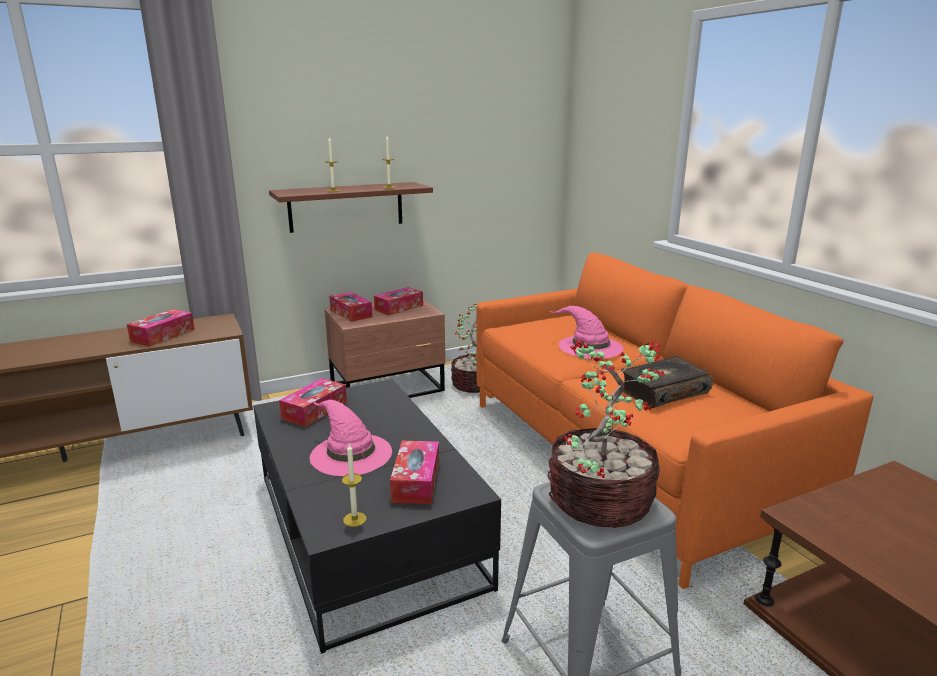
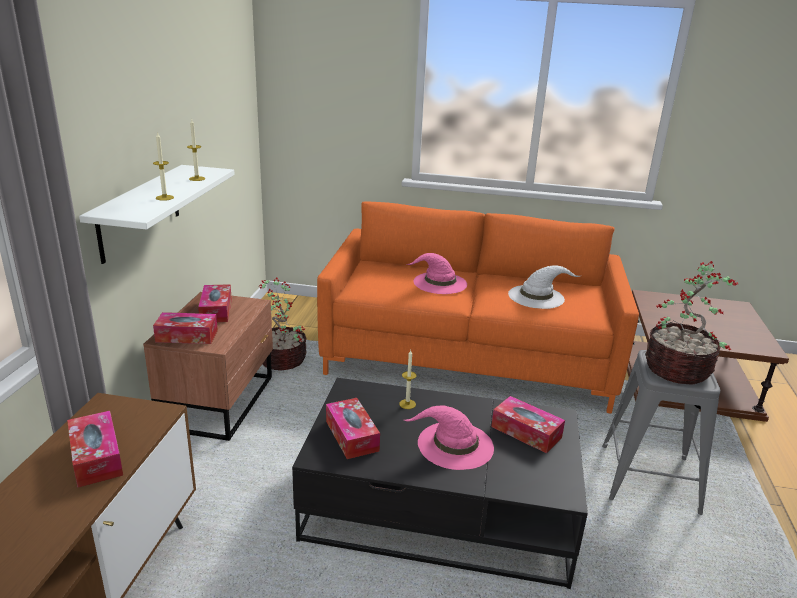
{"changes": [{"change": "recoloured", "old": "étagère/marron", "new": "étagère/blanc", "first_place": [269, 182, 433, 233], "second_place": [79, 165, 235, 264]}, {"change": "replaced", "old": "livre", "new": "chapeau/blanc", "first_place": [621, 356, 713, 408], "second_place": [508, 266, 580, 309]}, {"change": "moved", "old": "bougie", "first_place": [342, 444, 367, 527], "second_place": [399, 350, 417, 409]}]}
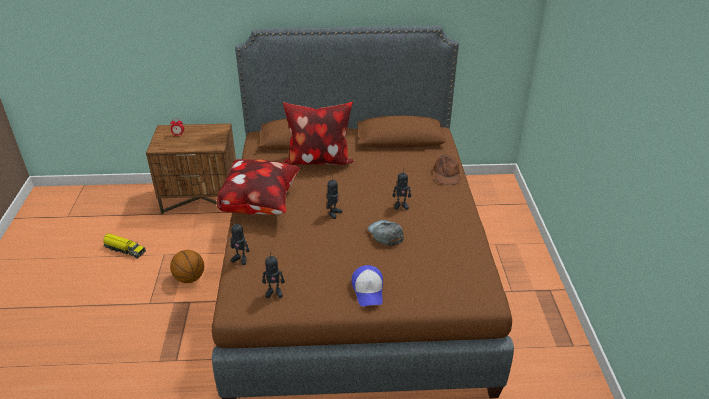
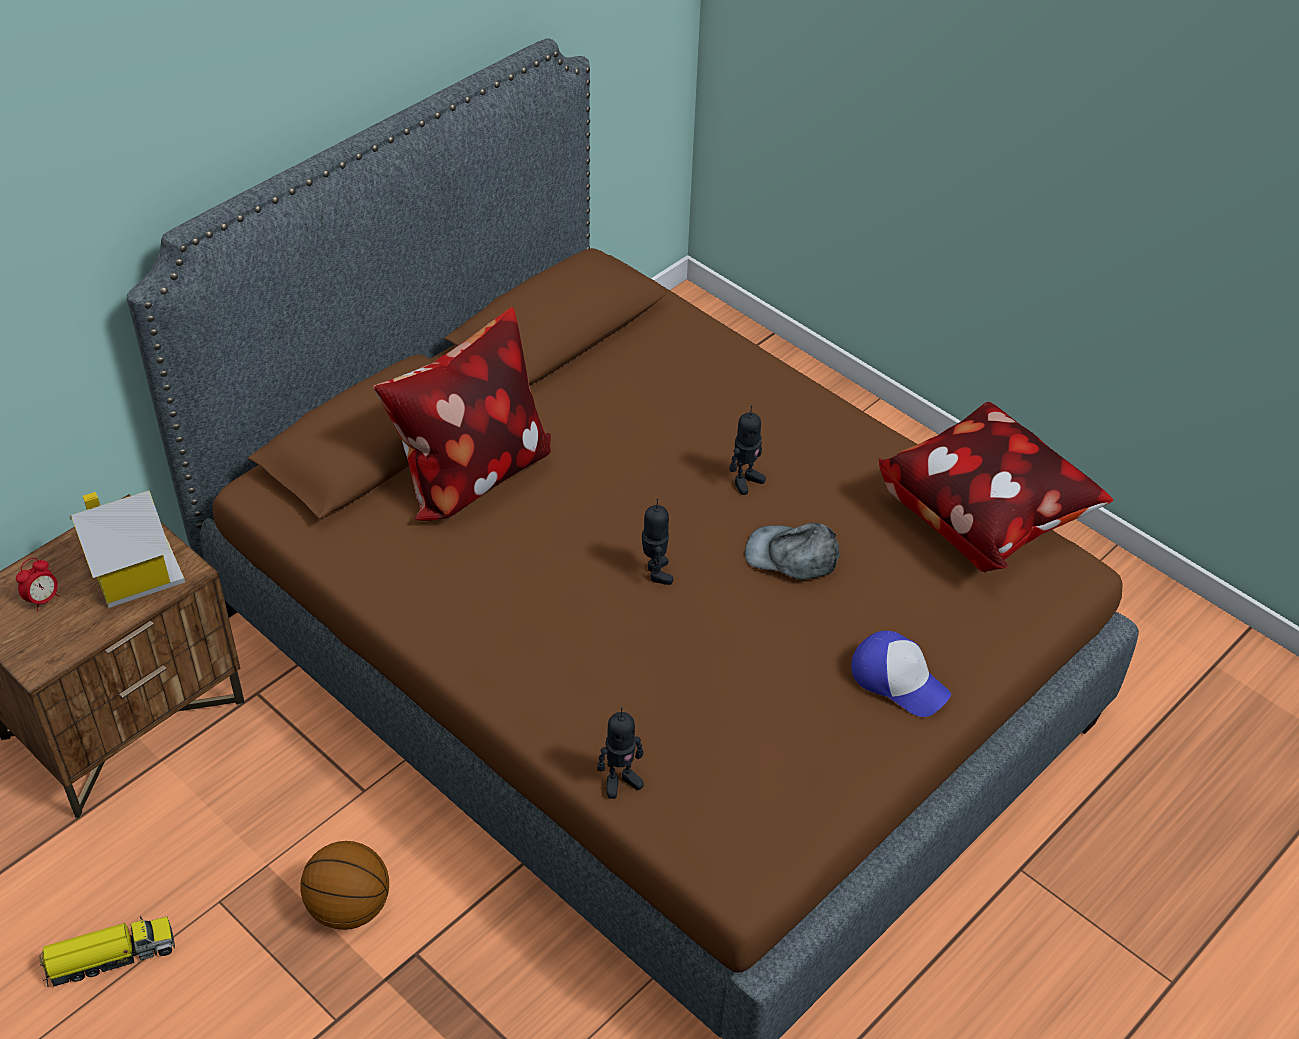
{"changes": [{"change": "removed", "old": "casquette/marron", "first_place": [433, 155, 460, 185]}, {"change": "moved", "old": "coussin", "first_place": [217, 159, 300, 215], "second_place": [878, 402, 1113, 572]}, {"change": "removed", "old": "robot jouet", "first_place": [262, 252, 285, 298]}, {"change": "added", "new": "maison miniature", "second_place": [69, 490, 185, 608]}]}
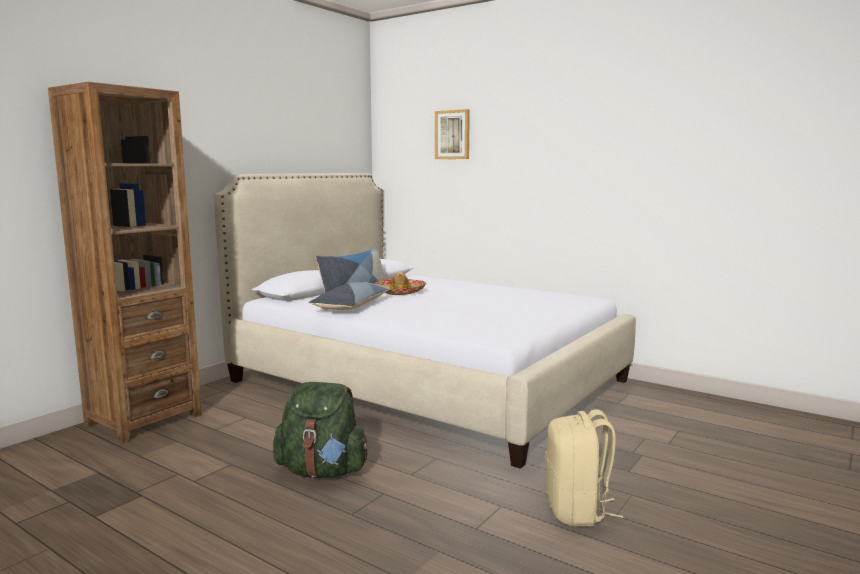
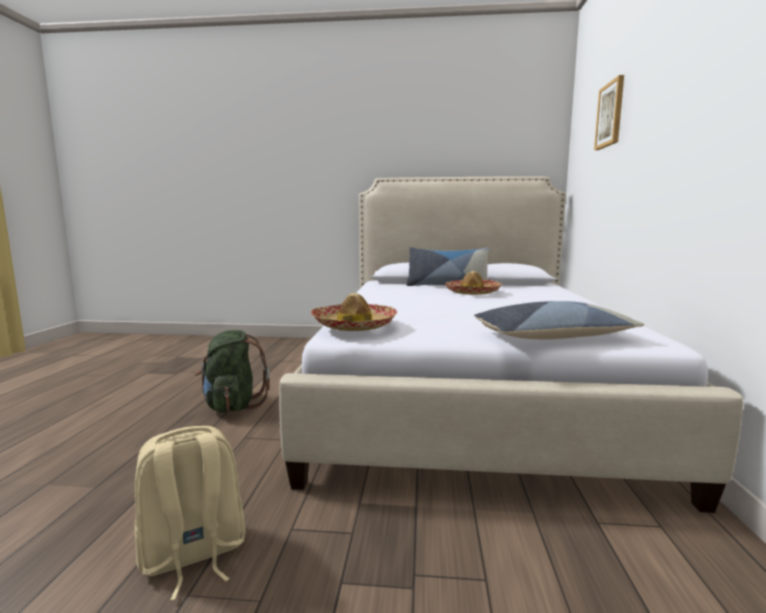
{"changes": [{"change": "removed", "old": "bibliothèque/marron", "first_place": [48, 82, 202, 443]}, {"change": "moved", "old": "coussin", "first_place": [309, 282, 391, 310], "second_place": [474, 301, 644, 339]}, {"change": "added", "new": "chapeau", "second_place": [311, 293, 397, 331]}]}
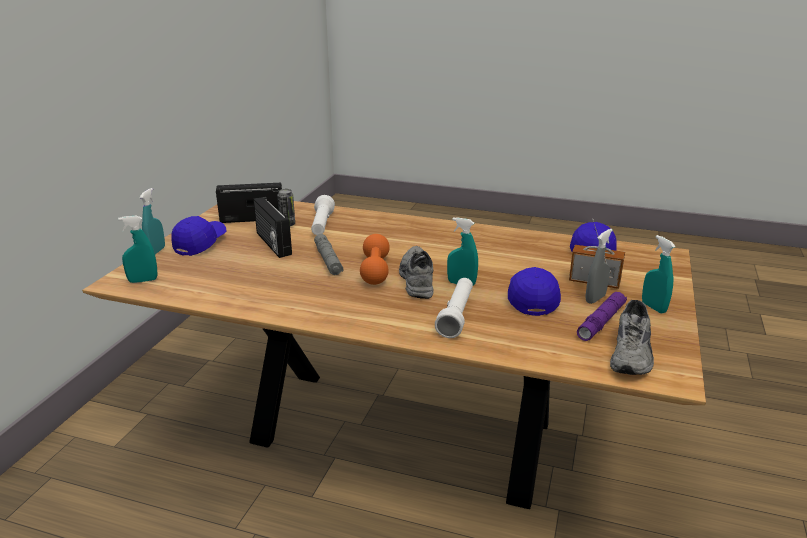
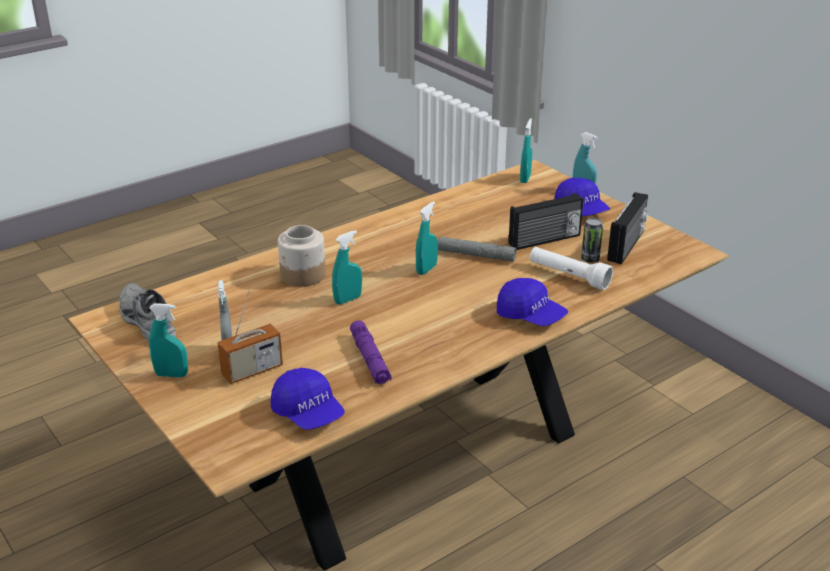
{"changes": [{"change": "turned", "old": "radio", "first_place": [253, 197, 292, 258], "second_place": [509, 193, 584, 250], "degrees": 150}, {"change": "replaced", "old": "haltère/orange", "new": "vaporisateur/turquoise", "first_place": [360, 234, 390, 285], "second_place": [416, 201, 438, 275]}, {"change": "removed", "old": "chaussure/gris", "first_place": [399, 246, 433, 299]}, {"change": "moved", "old": "casquette/bleu", "first_place": [508, 267, 561, 316], "second_place": [497, 278, 568, 326]}, {"change": "replaced", "old": "lampe de poche/blanc", "new": "bocal", "first_place": [435, 278, 473, 338], "second_place": [278, 225, 326, 287]}, {"change": "moved", "old": "lampe de poche/violet", "first_place": [577, 292, 627, 341], "second_place": [350, 320, 392, 384]}]}
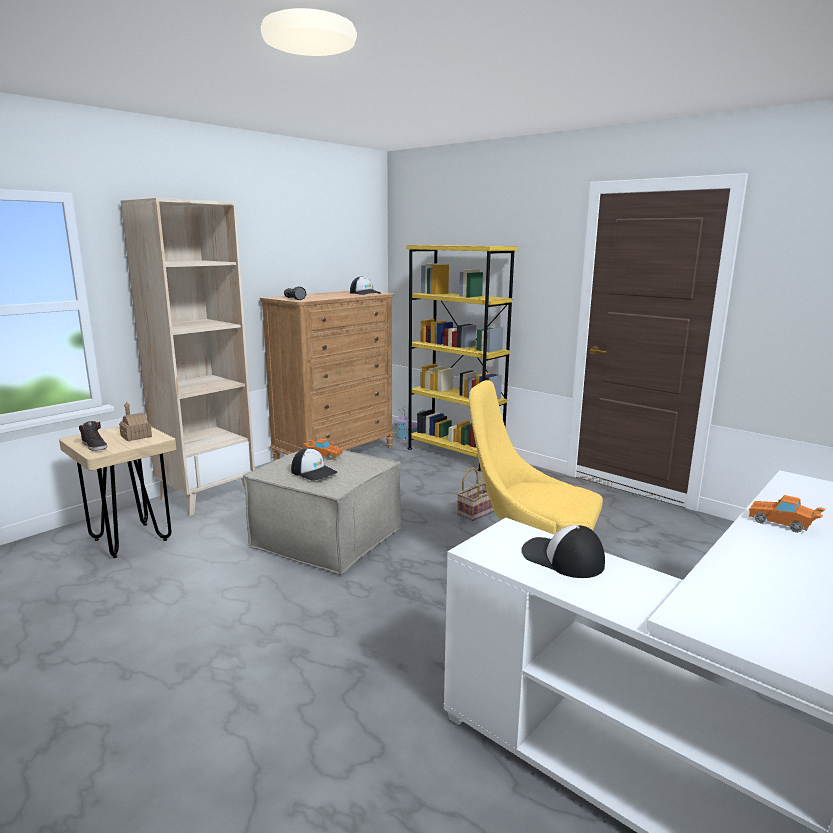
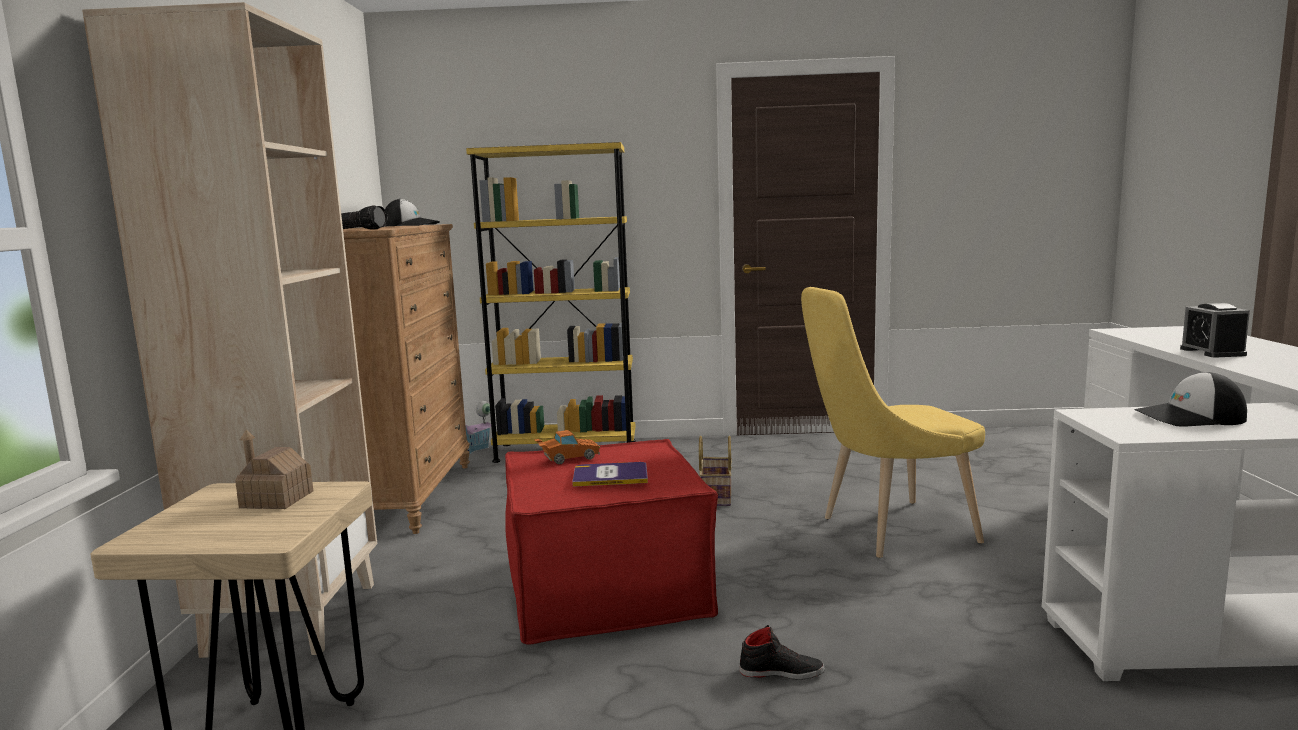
{"changes": [{"change": "moved", "old": "chaussure/noir", "first_place": [79, 421, 107, 451], "second_place": [739, 625, 825, 680]}, {"change": "recoloured", "old": "pouf/beige", "new": "pouf/rouge", "first_place": [243, 448, 402, 575], "second_place": [505, 439, 718, 645]}, {"change": "replaced", "old": "casquette", "new": "livre", "first_place": [291, 448, 337, 481], "second_place": [572, 462, 648, 487]}, {"change": "replaced", "old": "petite voiture/orange", "new": "réveil", "first_place": [749, 495, 825, 533], "second_place": [1180, 303, 1250, 358]}]}
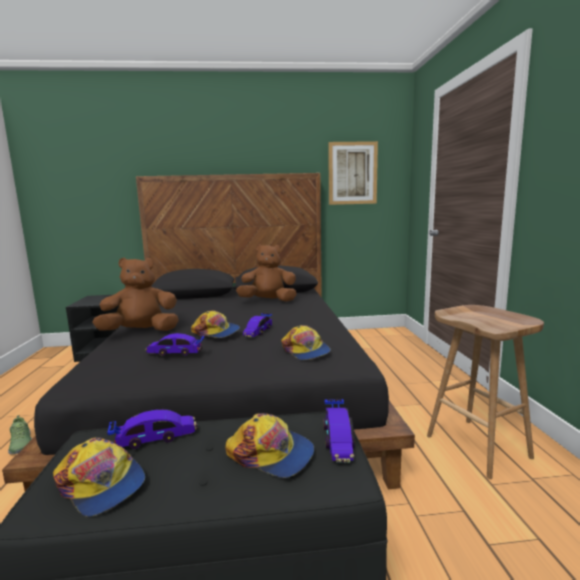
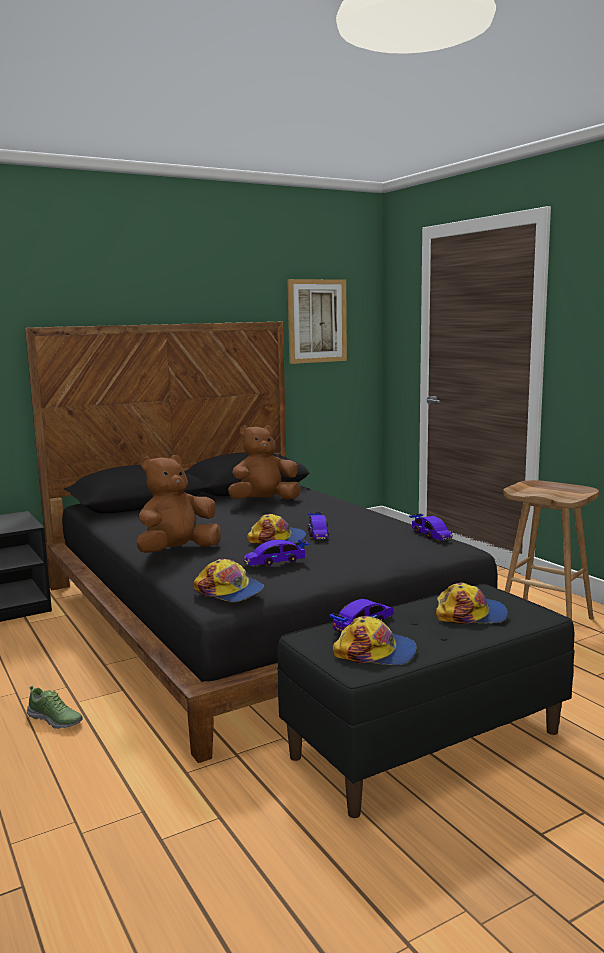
{"changes": [{"change": "moved", "old": "casquette", "first_place": [281, 325, 331, 360], "second_place": [194, 559, 264, 602]}, {"change": "moved", "old": "petite voiture", "first_place": [323, 399, 355, 463], "second_place": [409, 513, 453, 541]}]}
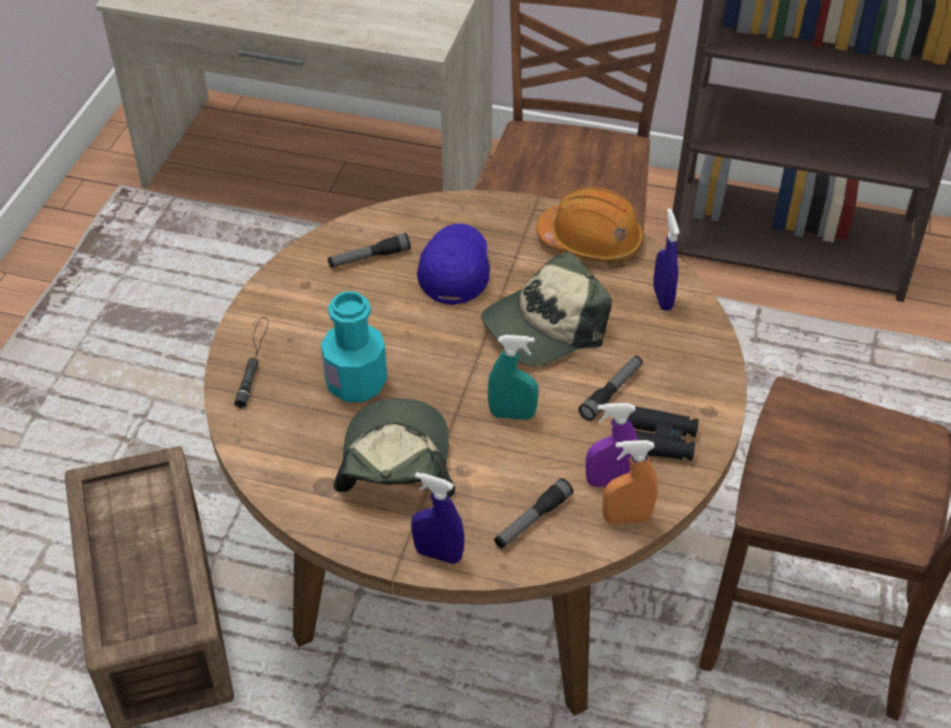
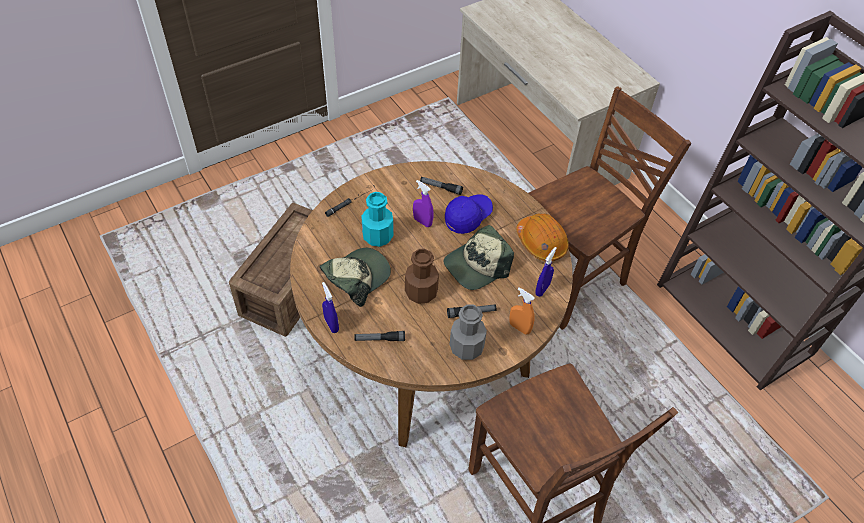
{"changes": [{"change": "turned", "old": "casquette", "first_place": [481, 252, 612, 366], "second_place": [444, 225, 514, 290], "degrees": -45}, {"change": "replaced", "old": "vaporisateur/turquoise", "new": "bouteille/marron", "first_place": [488, 335, 539, 420], "second_place": [405, 248, 439, 304]}, {"change": "moved", "old": "vaporisateur/violet", "first_place": [586, 403, 638, 487], "second_place": [413, 180, 434, 227]}, {"change": "replaced", "old": "jumelles/noir", "new": "bouteille/gris", "first_place": [628, 407, 699, 461], "second_place": [450, 304, 487, 360]}, {"change": "moved", "old": "vaporisateur/orange", "first_place": [603, 440, 658, 524], "second_place": [509, 288, 535, 335]}]}
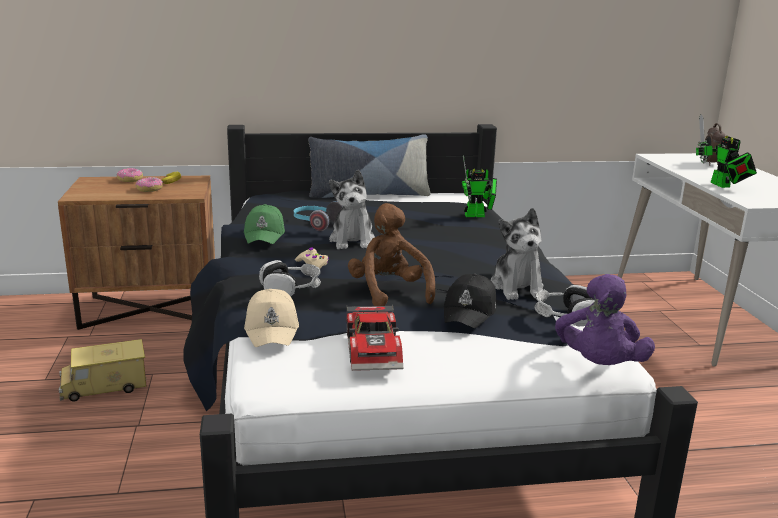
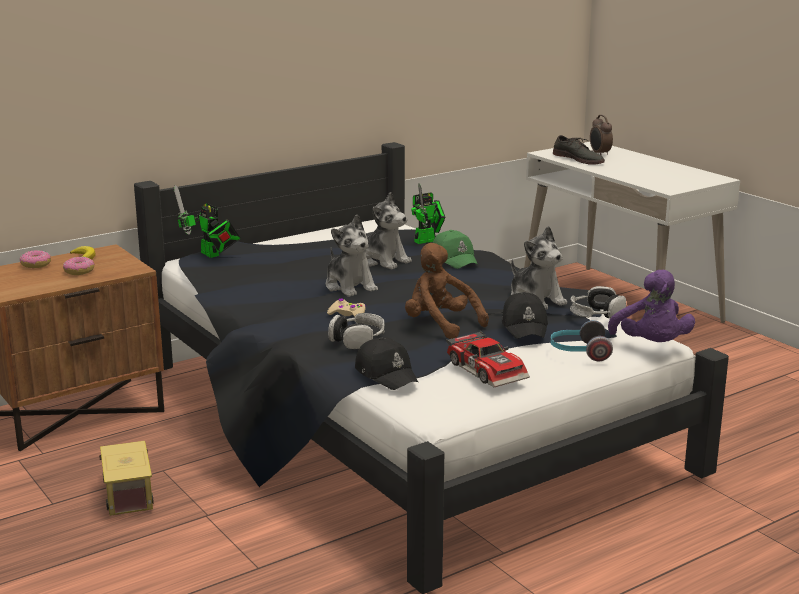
{"changes": [{"change": "moved", "old": "robot jouet", "first_place": [696, 115, 757, 188], "second_place": [174, 185, 240, 258]}, {"change": "removed", "old": "coussin", "first_place": [308, 134, 431, 198]}, {"change": "moved", "old": "casque audio", "first_place": [294, 201, 343, 231], "second_place": [550, 320, 613, 361]}, {"change": "moved", "old": "casquette/vert", "first_place": [244, 204, 285, 244], "second_place": [433, 230, 478, 269]}, {"change": "recoloured", "old": "casquette/beige", "new": "casquette/noir", "first_place": [244, 289, 299, 347], "second_place": [355, 337, 419, 390]}, {"change": "turned", "old": "camion jouet", "first_place": [59, 339, 147, 402], "second_place": [99, 441, 154, 516], "degrees": 120}, {"change": "added", "new": "chaussure/gris", "second_place": [553, 135, 605, 165]}, {"change": "added", "new": "peluche", "second_place": [365, 192, 412, 269]}]}
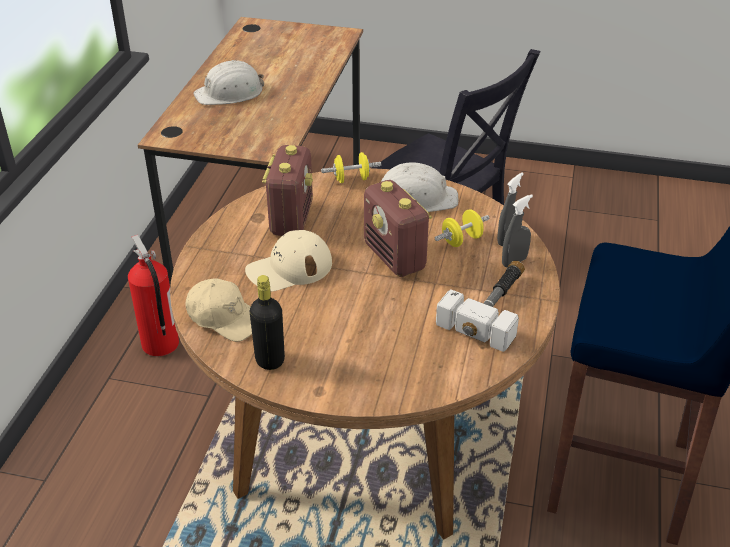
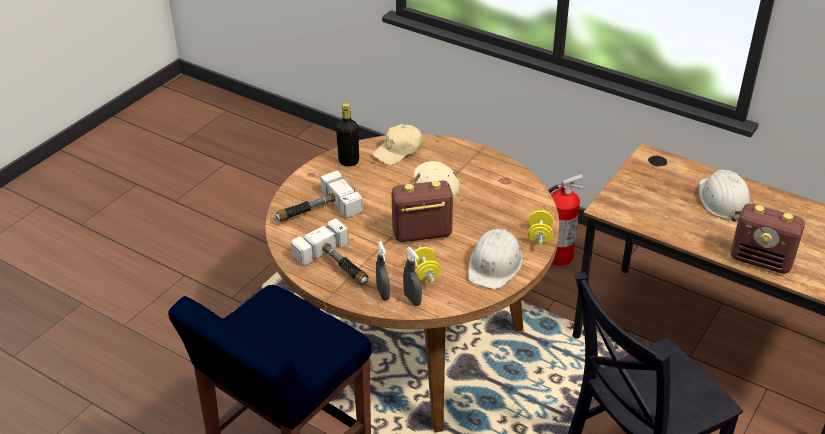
{"changes": [{"change": "moved", "old": "radio", "first_place": [262, 145, 313, 236], "second_place": [731, 204, 805, 274]}, {"change": "added", "new": "marteau", "second_place": [276, 170, 363, 222]}]}
